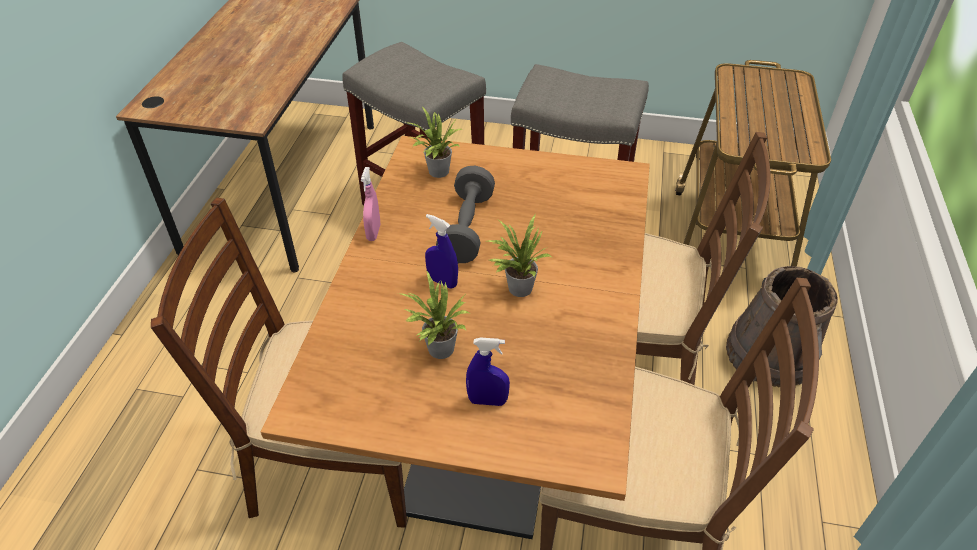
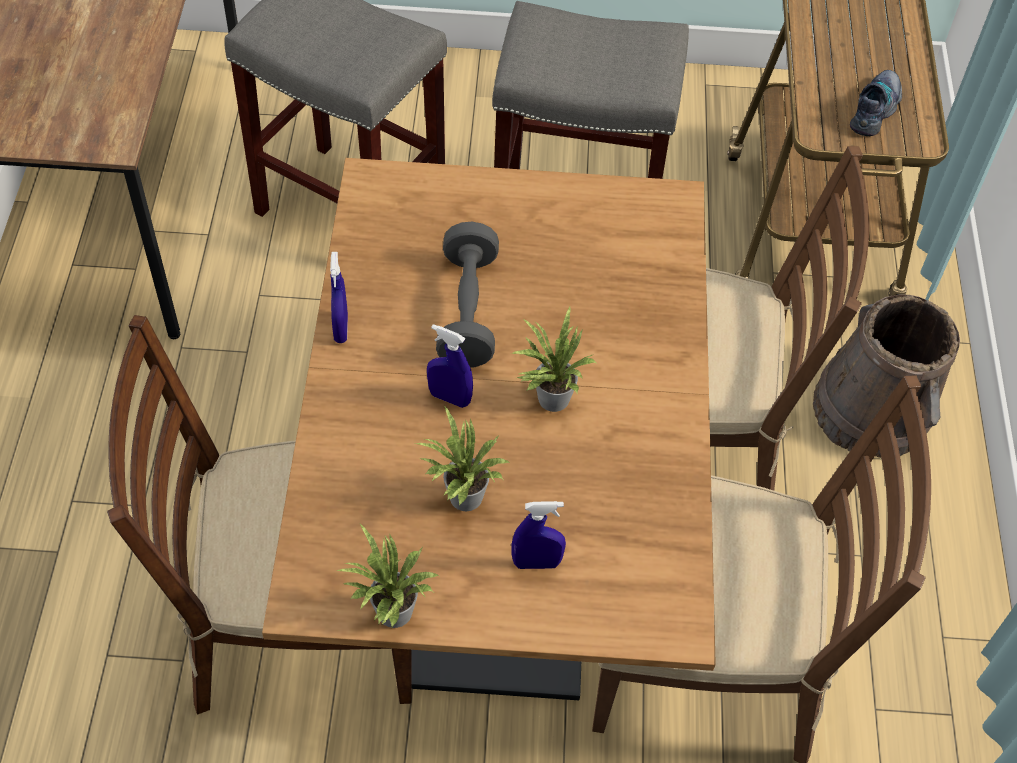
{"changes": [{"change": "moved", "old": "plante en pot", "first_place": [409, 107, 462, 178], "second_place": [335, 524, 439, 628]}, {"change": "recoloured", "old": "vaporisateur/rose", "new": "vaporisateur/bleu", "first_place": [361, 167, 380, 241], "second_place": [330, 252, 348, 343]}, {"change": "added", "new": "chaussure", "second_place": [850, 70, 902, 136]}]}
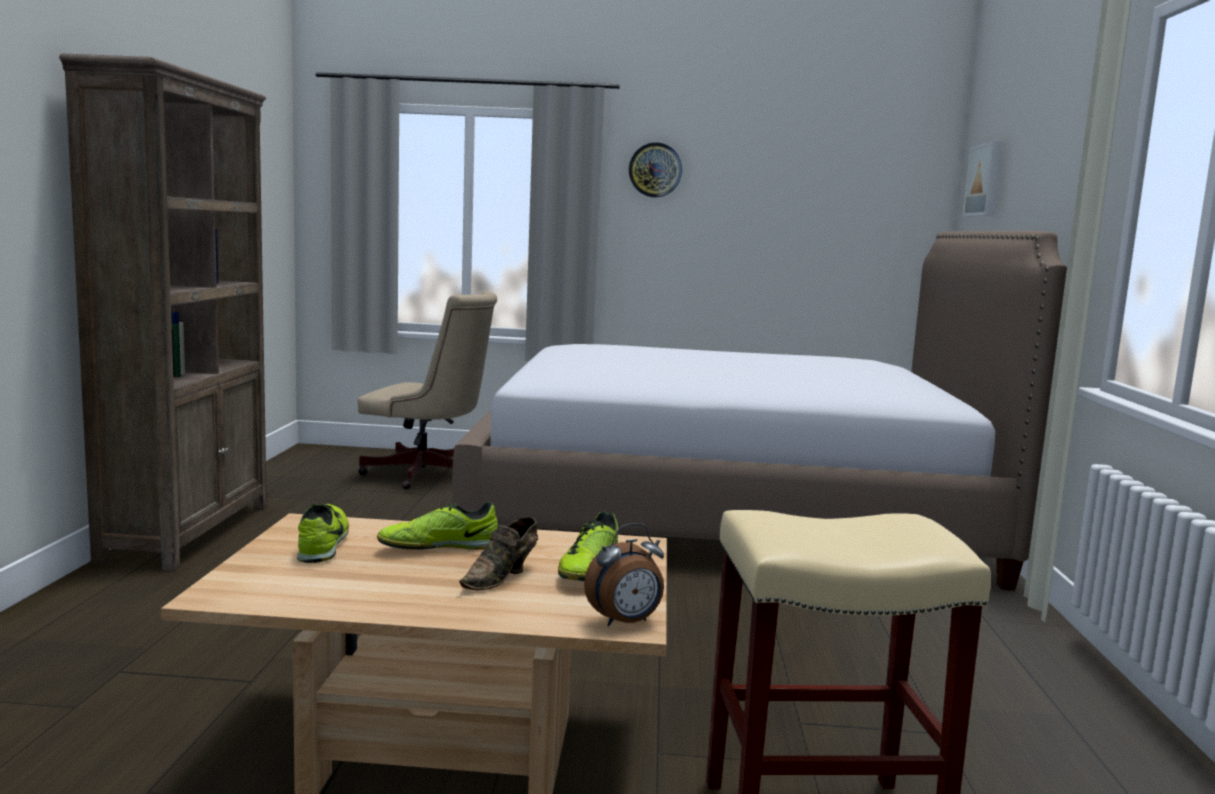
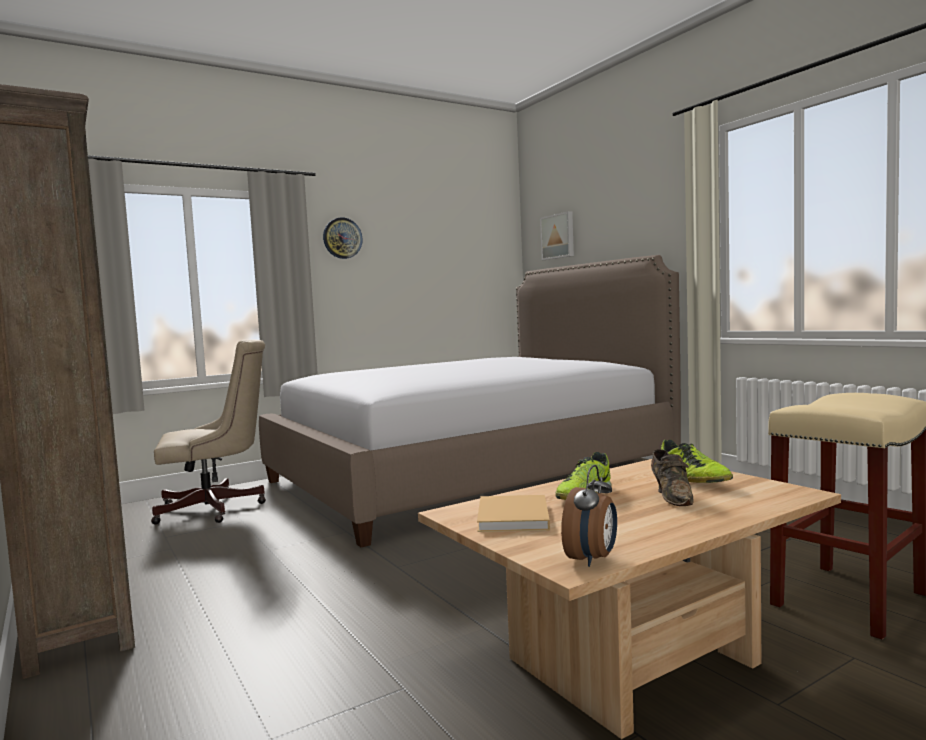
{"changes": [{"change": "replaced", "old": "chaussure", "new": "livre/beige", "first_place": [297, 503, 349, 563], "second_place": [477, 495, 550, 532]}, {"change": "moved", "old": "réveil", "first_place": [584, 523, 664, 627], "second_place": [561, 465, 617, 567]}]}
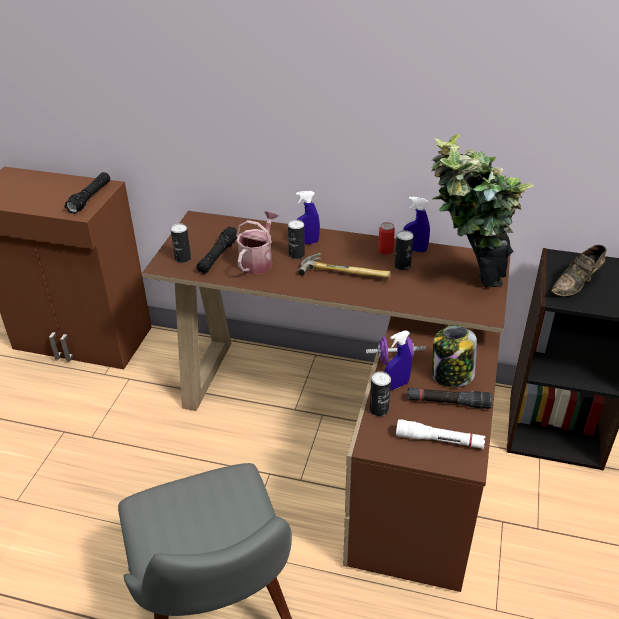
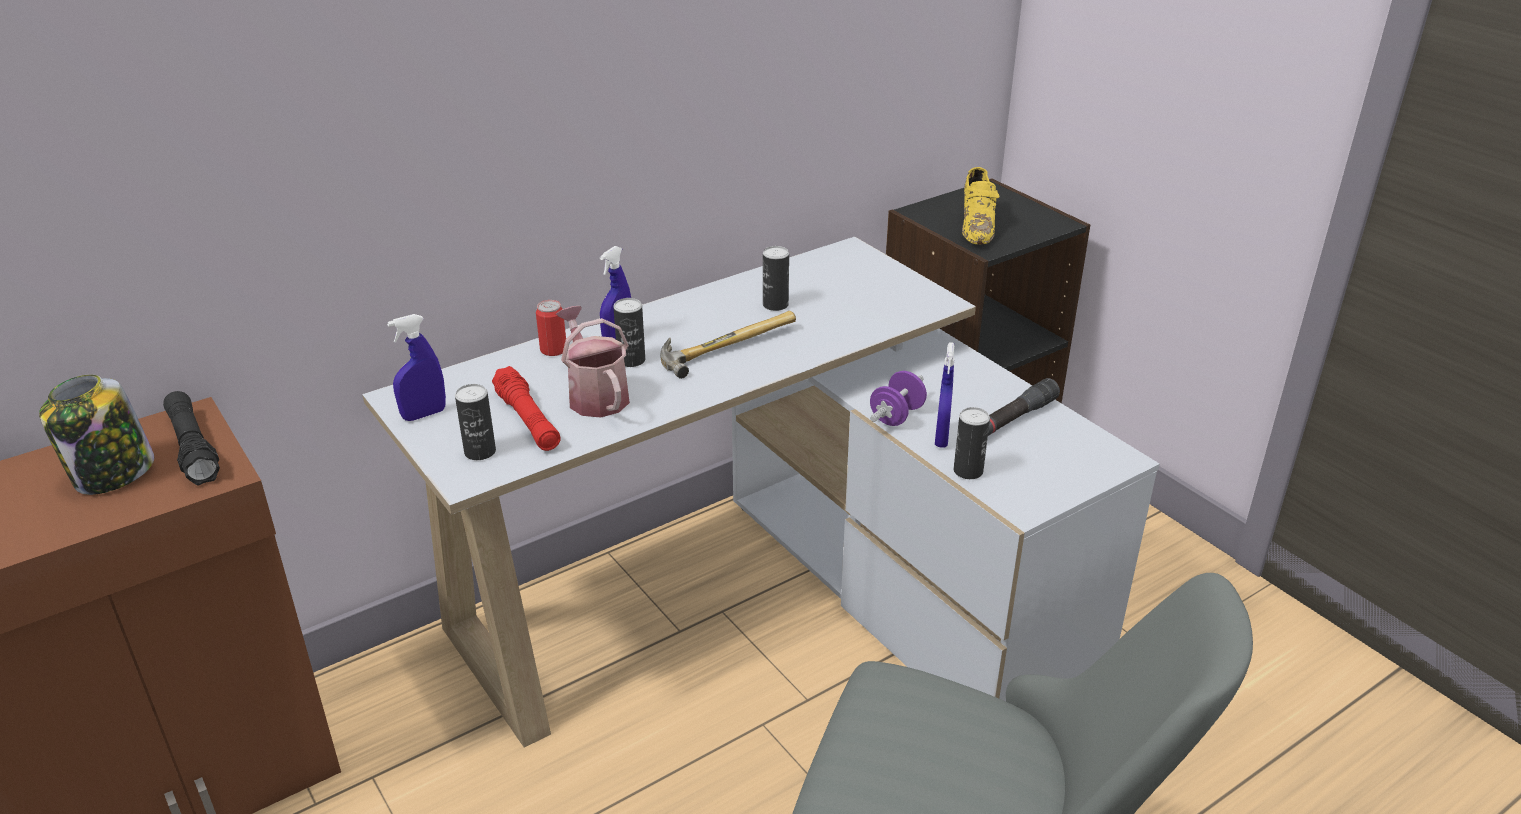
{"changes": [{"change": "removed", "old": "plante en pot", "first_place": [432, 133, 534, 288]}, {"change": "moved", "old": "vaporisateur/bleu", "first_place": [403, 197, 430, 253], "second_place": [387, 314, 446, 421]}, {"change": "recoloured", "old": "bureau/marron", "new": "bureau/blanc", "first_place": [142, 211, 511, 592], "second_place": [363, 237, 1159, 747]}, {"change": "moved", "old": "boîte métallique", "first_place": [378, 222, 395, 255], "second_place": [536, 300, 566, 356]}, {"change": "recoloured", "old": "lampe de poche/noir", "new": "lampe de poche/rouge", "first_place": [196, 226, 237, 274], "second_place": [492, 366, 561, 451]}, {"change": "recoloured", "old": "chaussure/marron", "new": "chaussure/jaune", "first_place": [551, 245, 607, 297], "second_place": [962, 167, 1000, 245]}, {"change": "moved", "old": "bocal", "first_place": [432, 325, 477, 387], "second_place": [39, 374, 154, 495]}, {"change": "removed", "old": "lampe de poche/blanc", "first_place": [396, 419, 486, 449]}]}
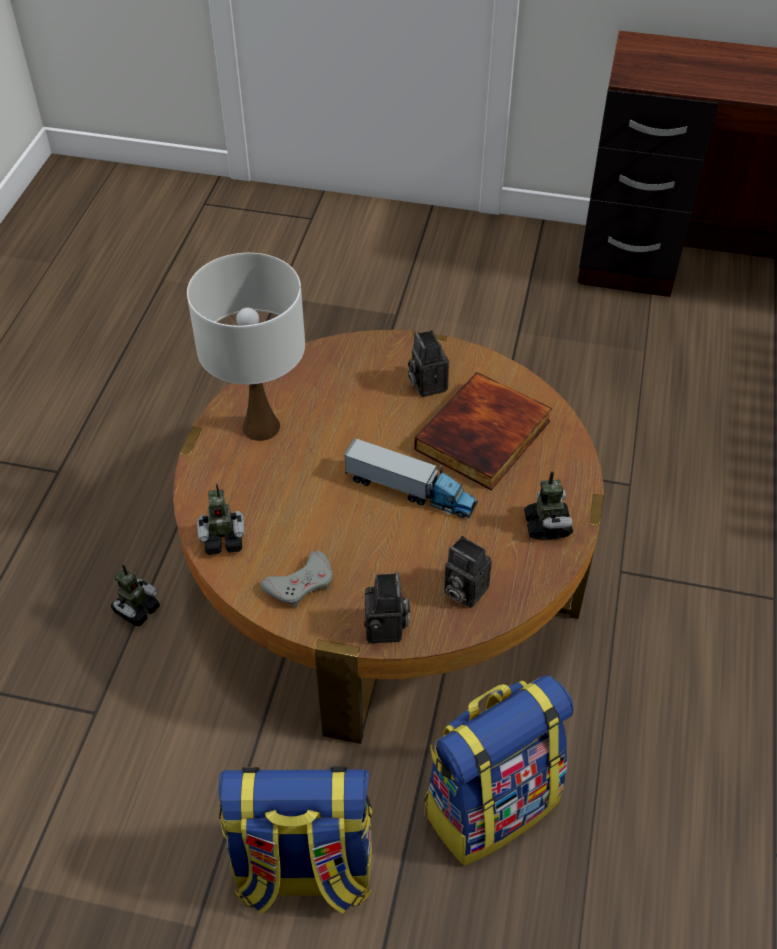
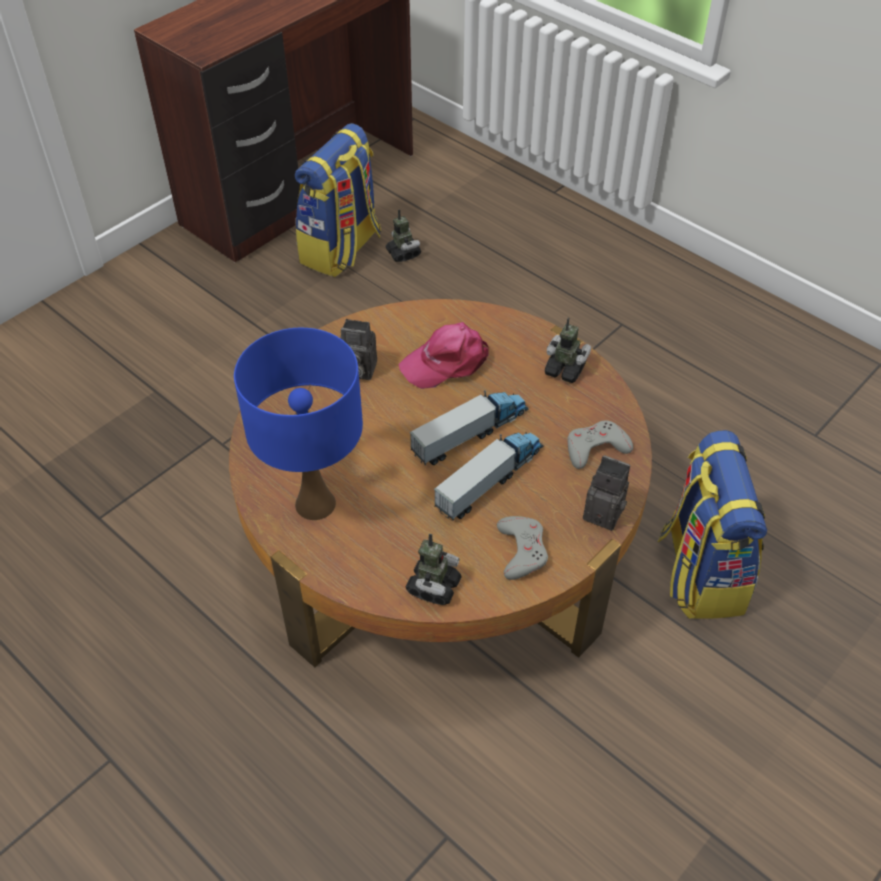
{"changes": [{"change": "recoloured", "old": "lampe de table/blanc", "new": "lampe de table/bleu", "first_place": [187, 253, 305, 441], "second_place": [234, 328, 363, 520]}, {"change": "replaced", "old": "livre", "new": "casquette/rose", "first_place": [414, 372, 552, 490], "second_place": [398, 322, 489, 389]}, {"change": "replaced", "old": "appareil photo", "new": "manette/gris", "first_place": [444, 536, 492, 608], "second_place": [567, 420, 633, 469]}, {"change": "moved", "old": "robot jouet", "first_place": [111, 564, 160, 626], "second_place": [385, 209, 421, 262]}, {"change": "moved", "old": "sac à dos", "first_place": [219, 767, 372, 914], "second_place": [295, 123, 381, 277]}, {"change": "added", "new": "camion jouet", "second_place": [434, 432, 543, 521]}]}
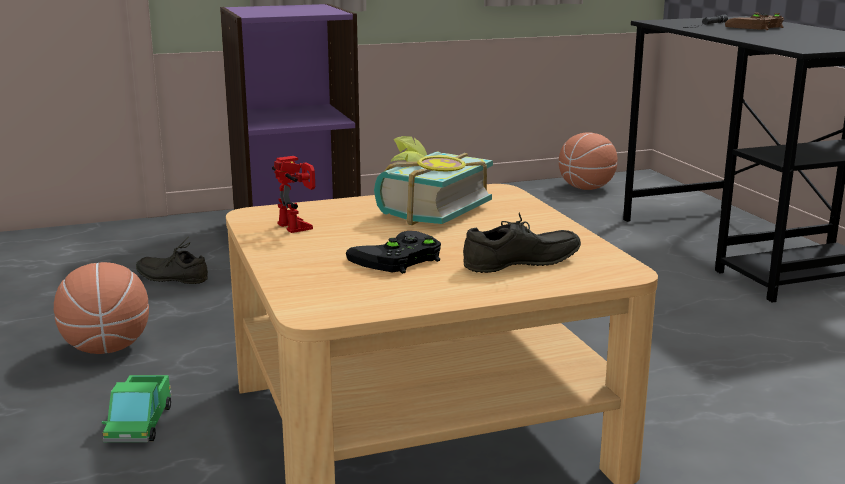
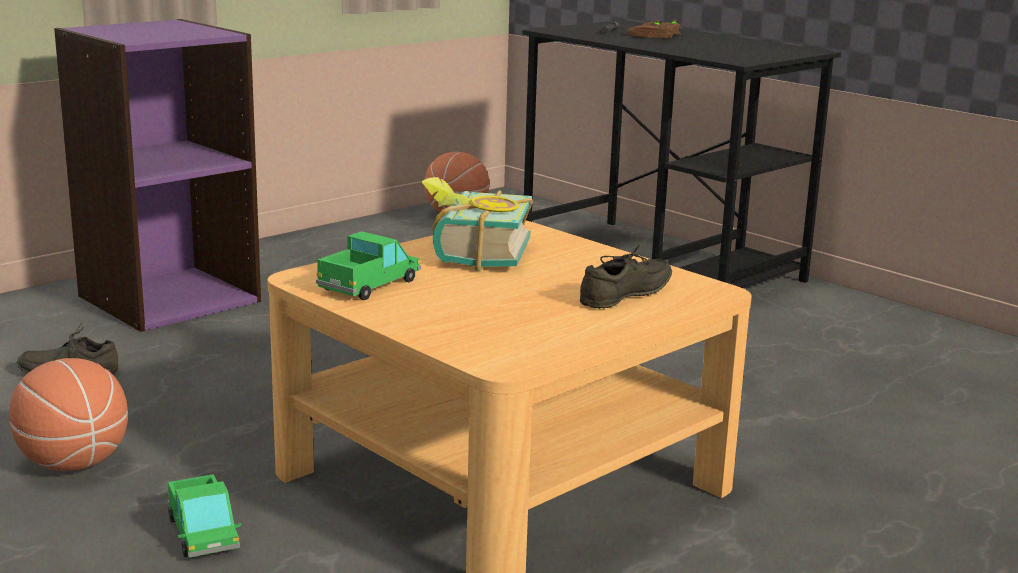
{"changes": [{"change": "replaced", "old": "robot jouet", "new": "camion jouet", "first_place": [272, 156, 315, 233], "second_place": [316, 231, 421, 301]}, {"change": "removed", "old": "manette/noir", "first_place": [346, 231, 441, 274]}]}
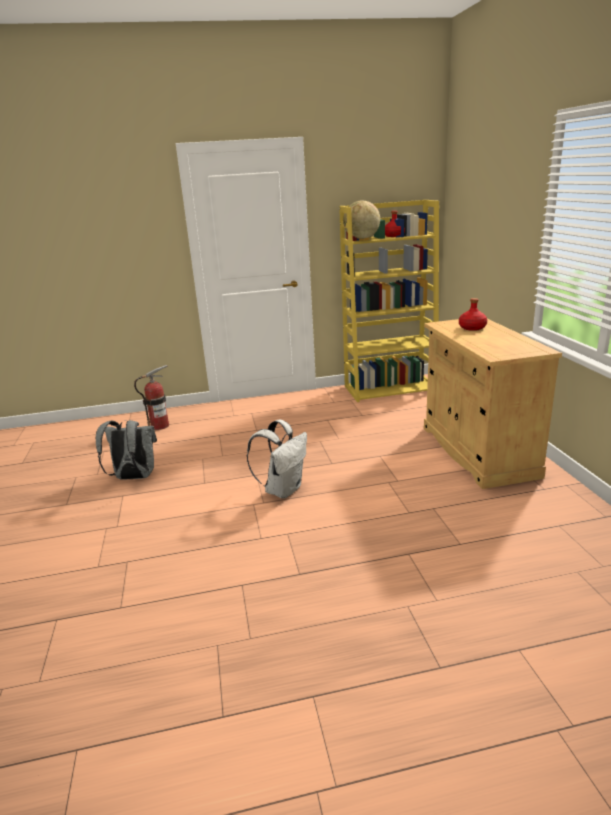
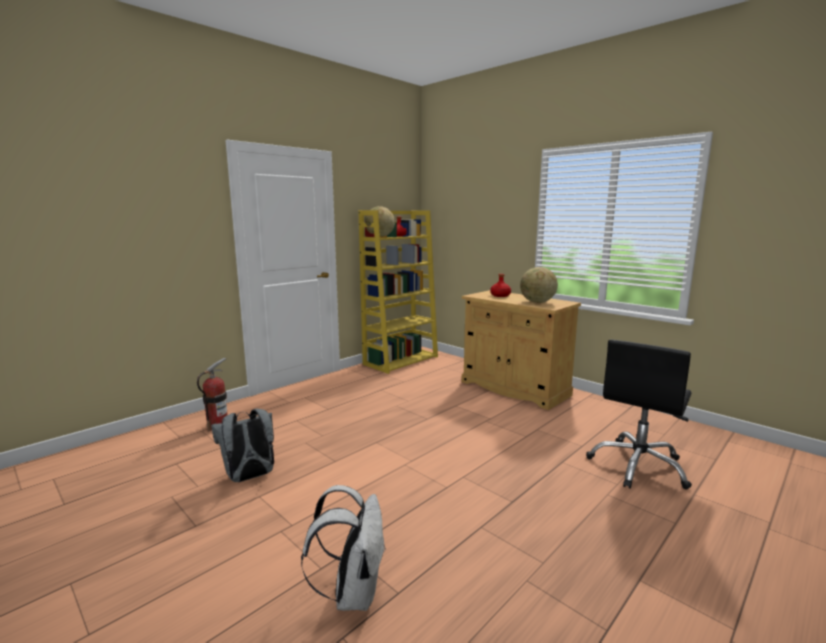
{"changes": [{"change": "moved", "old": "sac à dos/blanc", "first_place": [247, 420, 307, 499], "second_place": [301, 485, 386, 611]}, {"change": "added", "new": "globe", "second_place": [520, 267, 558, 303]}, {"change": "added", "new": "chaise de bureau/noir", "second_place": [586, 340, 692, 489]}]}
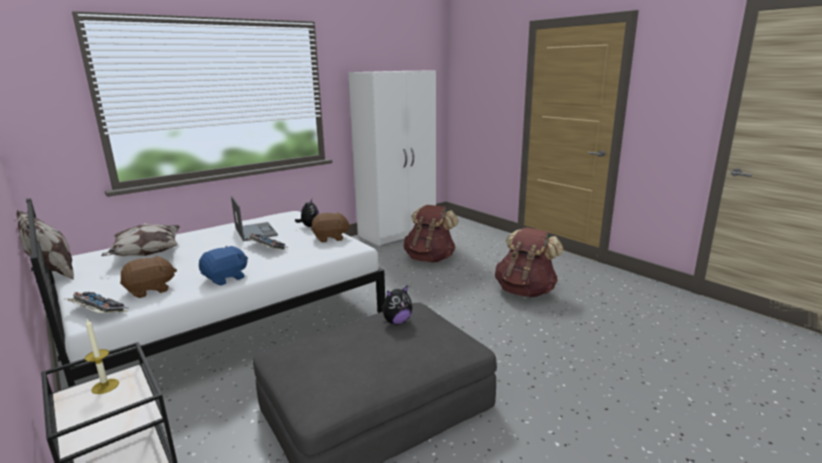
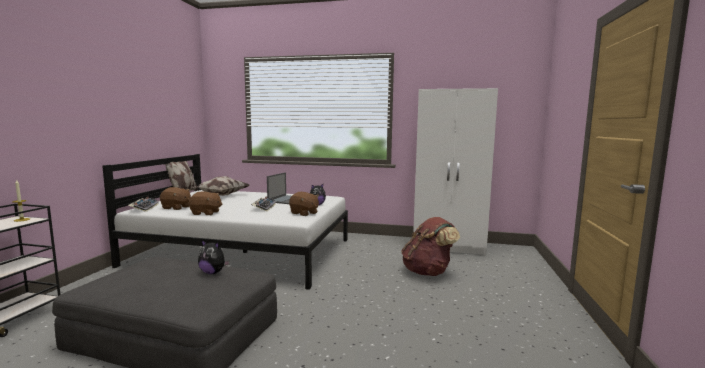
{"changes": [{"change": "removed", "old": "sac à dos/marron", "first_place": [495, 228, 564, 297]}, {"change": "recoloured", "old": "peluche/bleu", "new": "peluche/marron", "first_place": [199, 246, 248, 286], "second_place": [189, 192, 222, 215]}]}
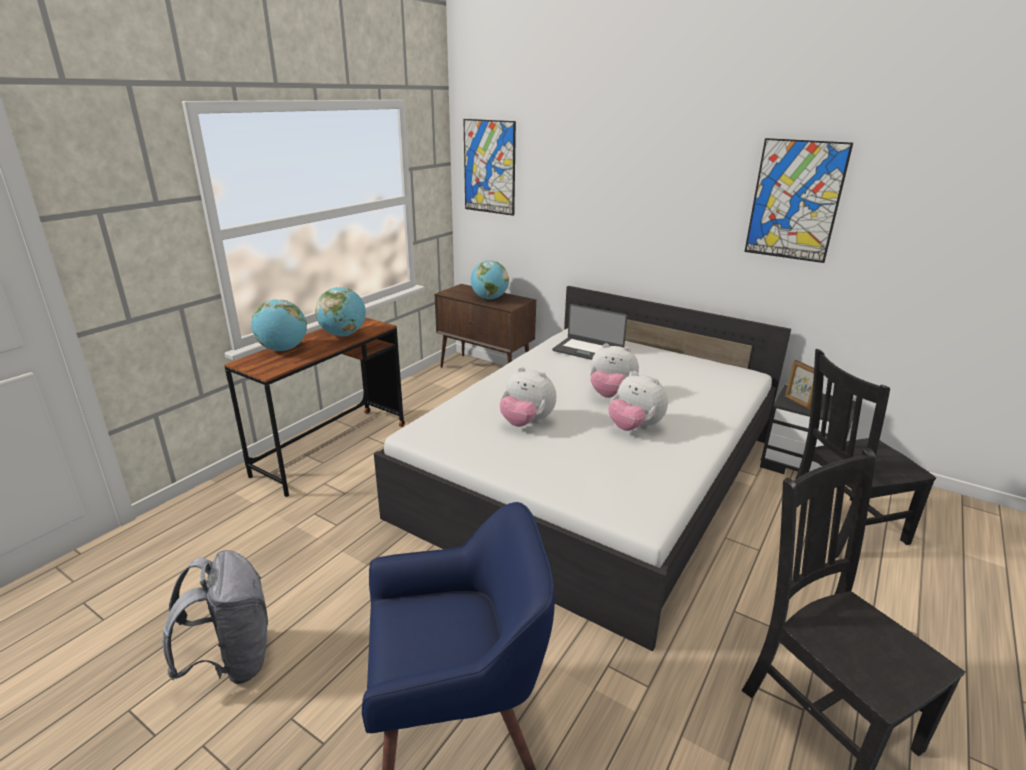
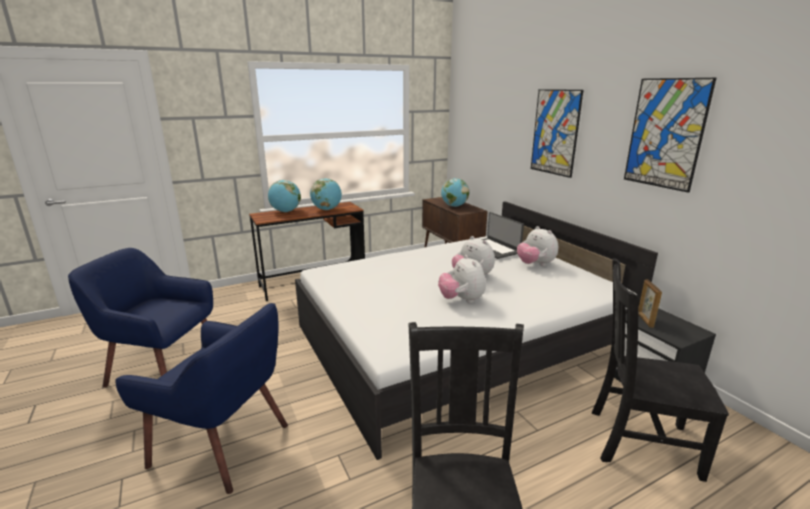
{"changes": [{"change": "moved", "old": "tableau", "first_place": [463, 119, 516, 216], "second_place": [531, 89, 583, 178]}, {"change": "moved", "old": "peluche", "first_place": [499, 367, 556, 427], "second_place": [517, 226, 558, 266]}, {"change": "replaced", "old": "sac à dos/gris", "new": "fauteuil/bleu", "first_place": [162, 550, 268, 684], "second_place": [68, 248, 213, 387]}]}
